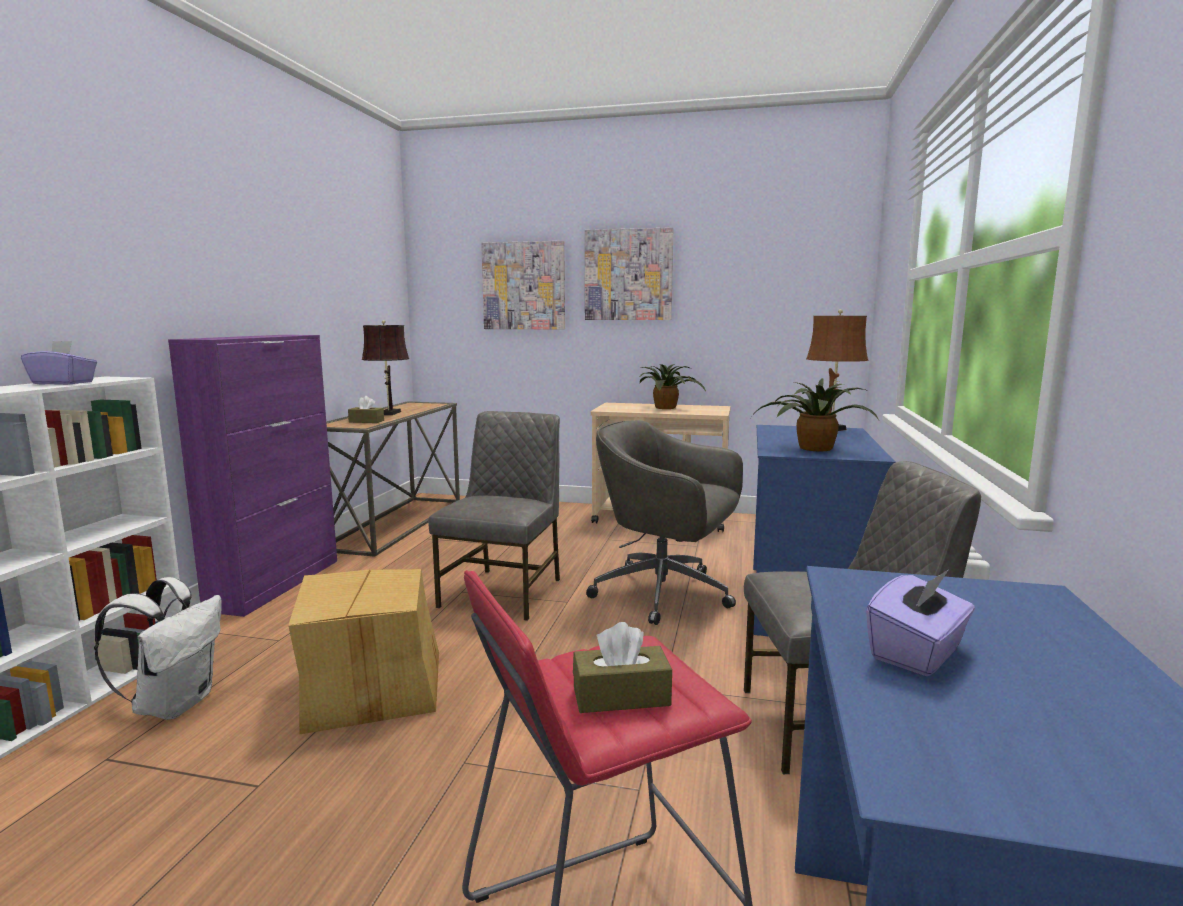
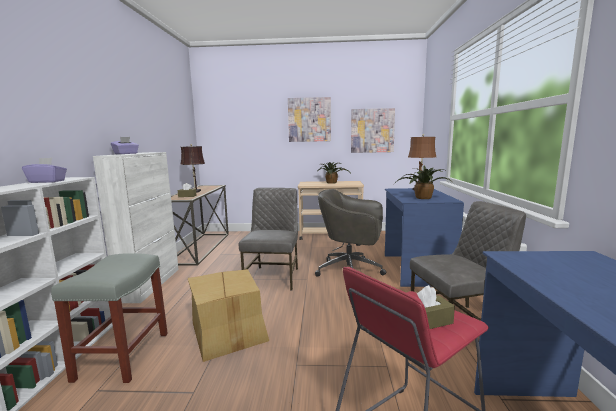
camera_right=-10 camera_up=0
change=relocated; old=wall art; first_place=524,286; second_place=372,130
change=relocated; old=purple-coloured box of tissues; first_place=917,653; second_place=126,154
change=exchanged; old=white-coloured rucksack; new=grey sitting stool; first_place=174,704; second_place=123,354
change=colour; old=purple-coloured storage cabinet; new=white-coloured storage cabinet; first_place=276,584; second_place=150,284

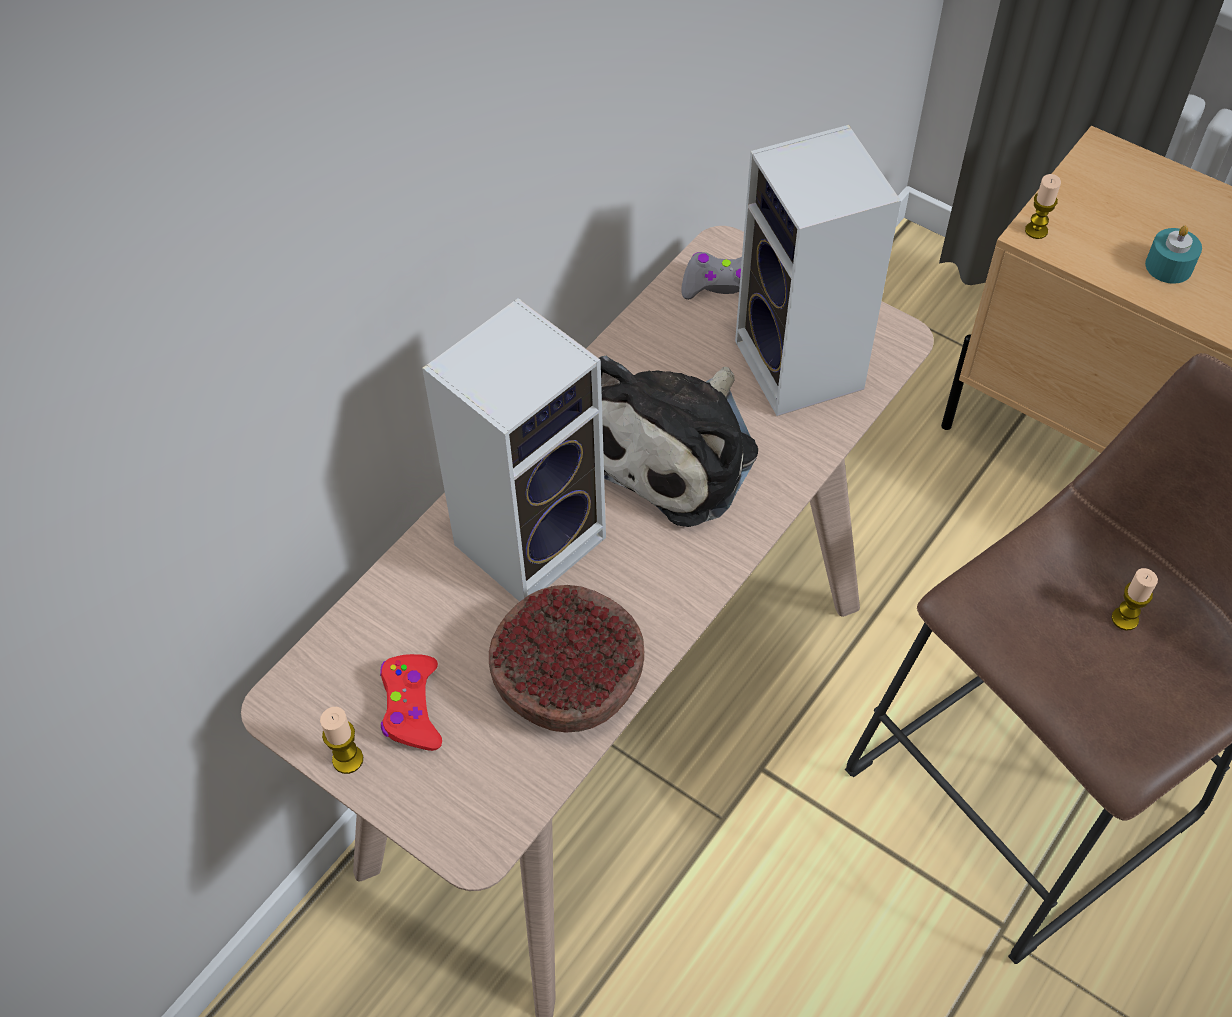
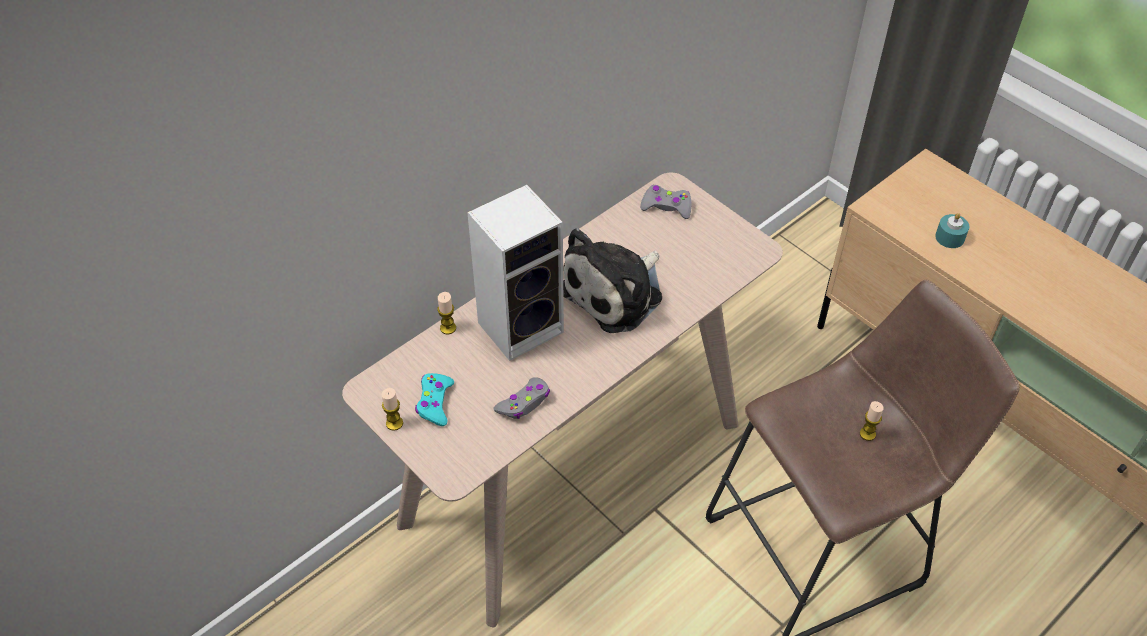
camera_right=10 camera_up=-5
change=missing; old=audio speaker; first_place=803,368
change=relocated; old=candle; first_place=1036,231; second_place=448,328
change=exchanged; old=bowl; new=grey gamepad; first_place=568,680; second_place=524,403
change=colour; old=reddish gamepad; new=blue-green gamepad; first_place=412,708; second_place=435,403

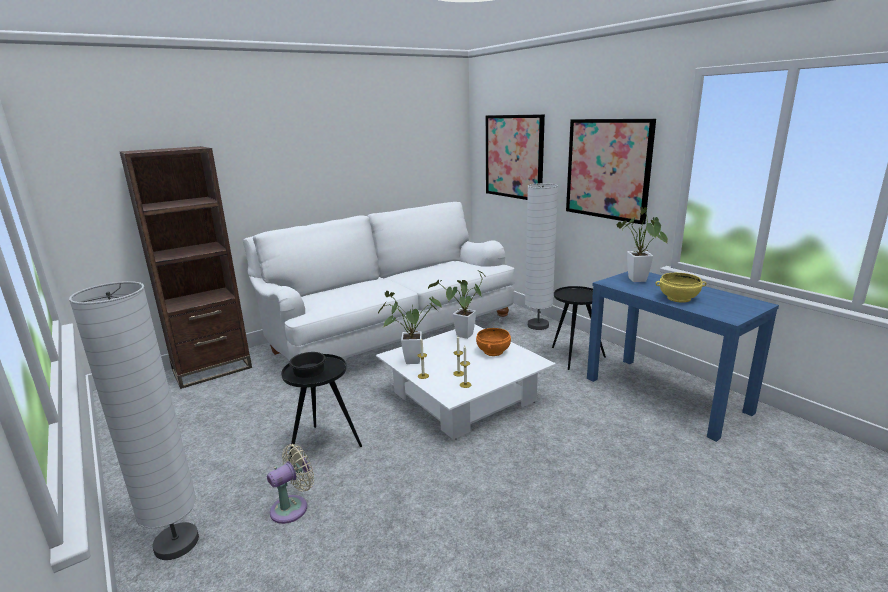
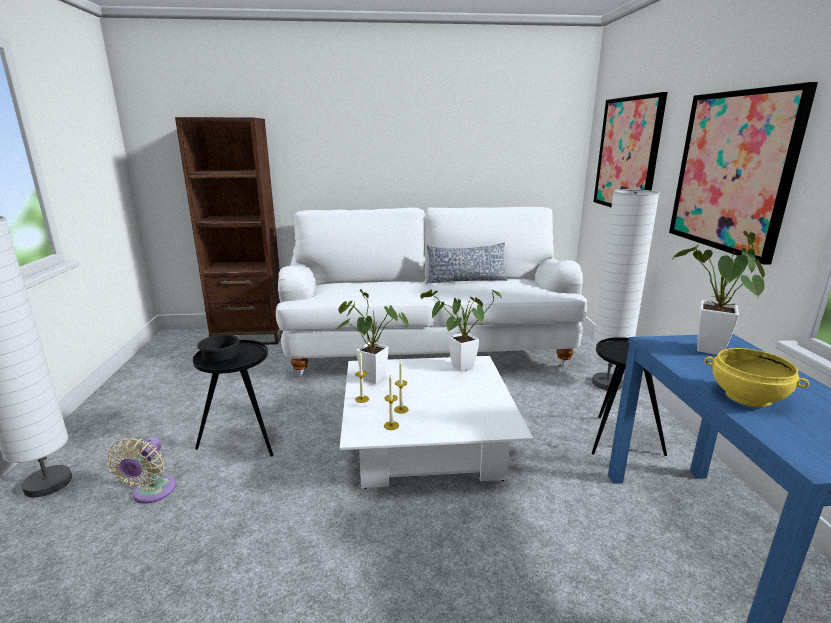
camera_right=30 camera_up=0
change=missing; old=orange-coloured bowl; first_place=493,352
change=appeared; new=cushion; second_place=466,280
change=spun; old=sand-coloured cooling fan; first_place=293,507; second_place=151,493; degrees=105

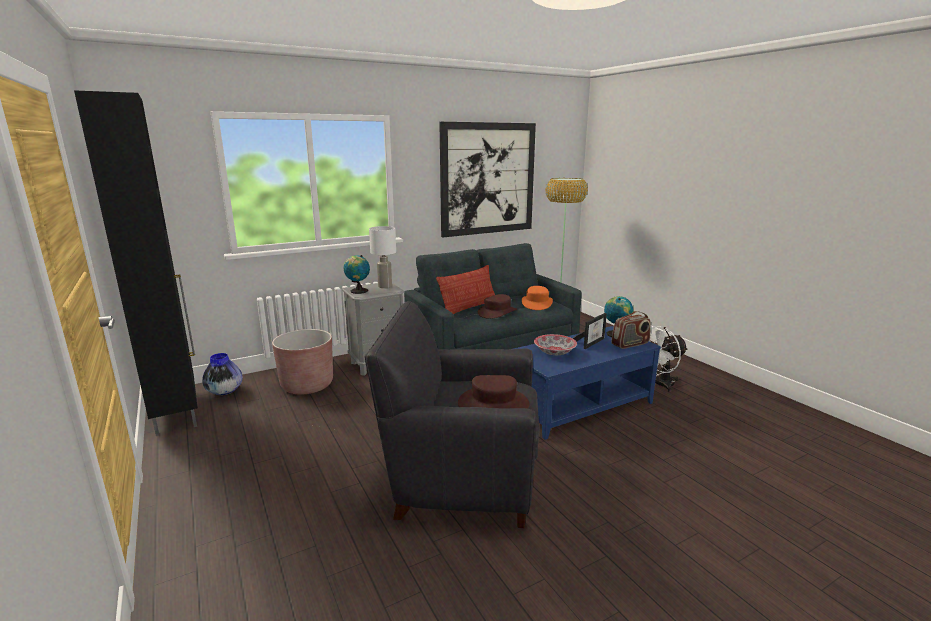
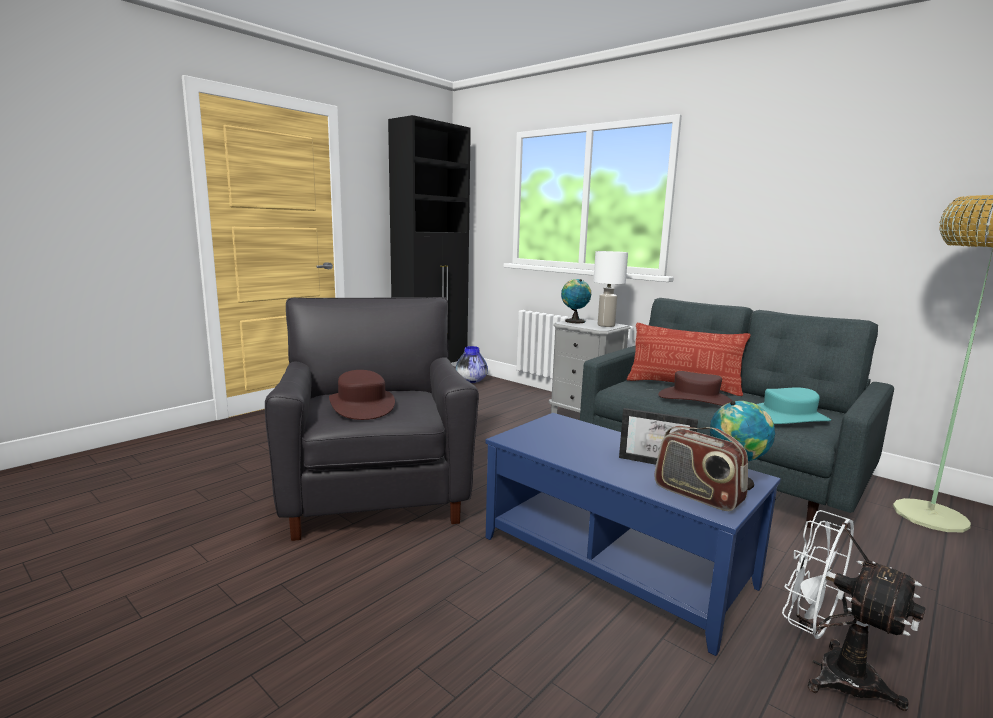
camera_right=70 camera_up=-5
change=missing; old=brown flower pot; first_place=307,385
change=missing; old=wall art; first_place=487,179
change=missing; old=bowl; first_place=554,352
change=colour; old=orange-coloured hat; new=blue-green hat; first_place=537,303; second_place=788,418

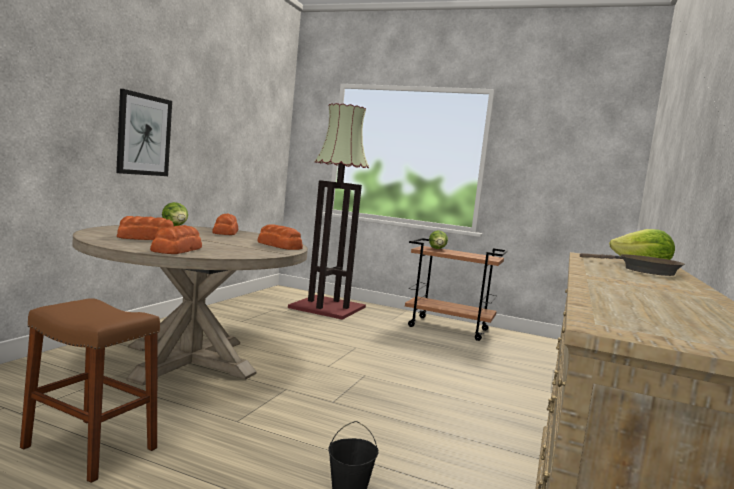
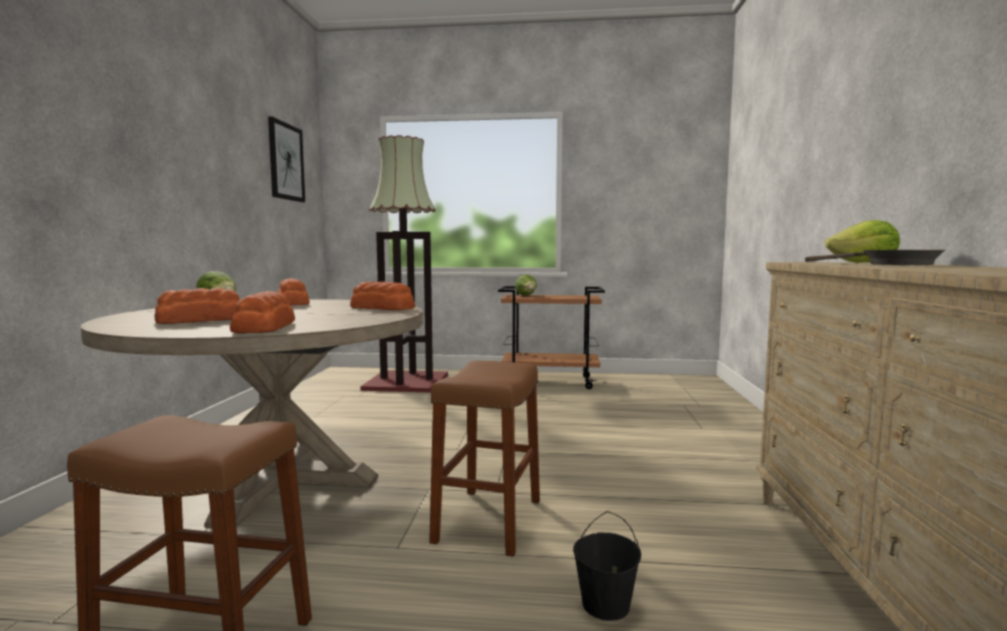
camera_right=-15 camera_up=0
change=appeared; new=brown sitting stool; second_place=488,520
change=relocated; old=wall art; first_place=144,135; second_place=286,162

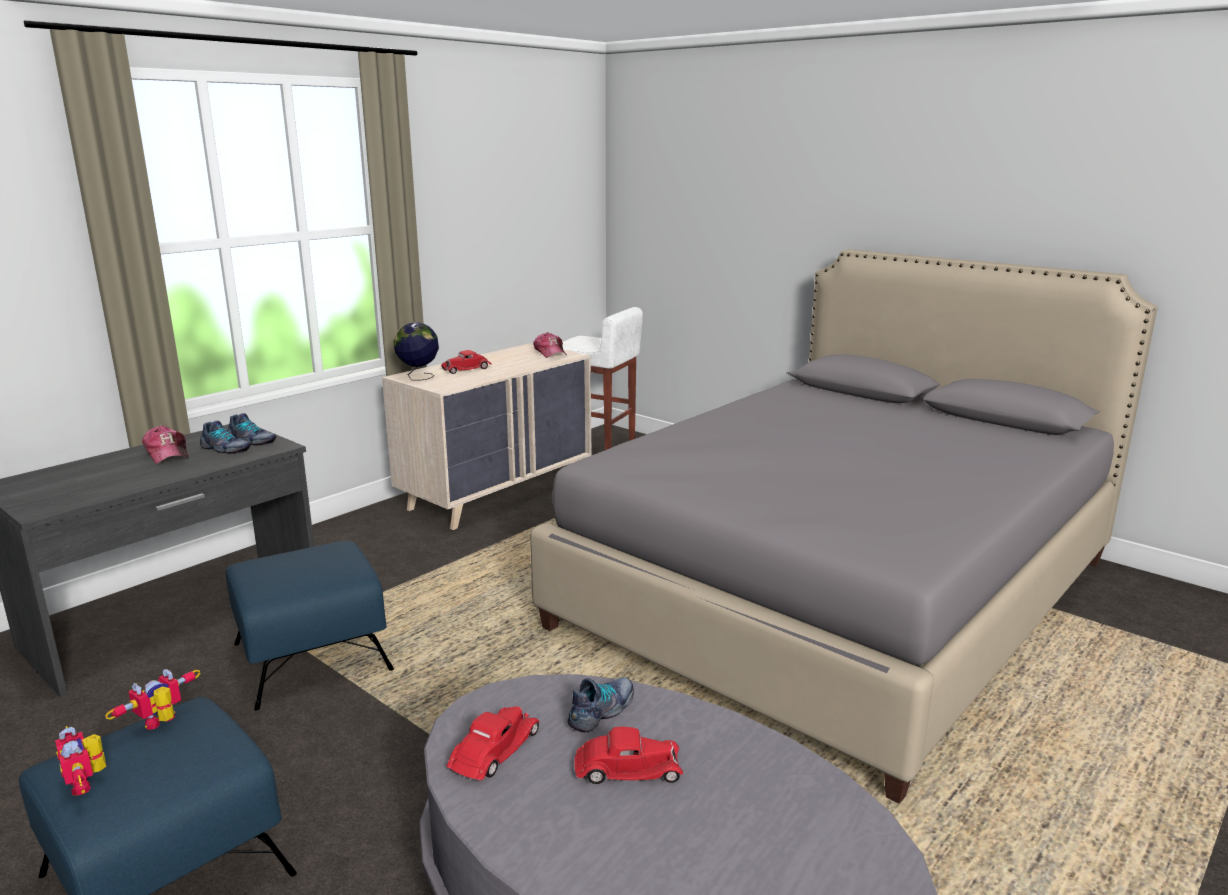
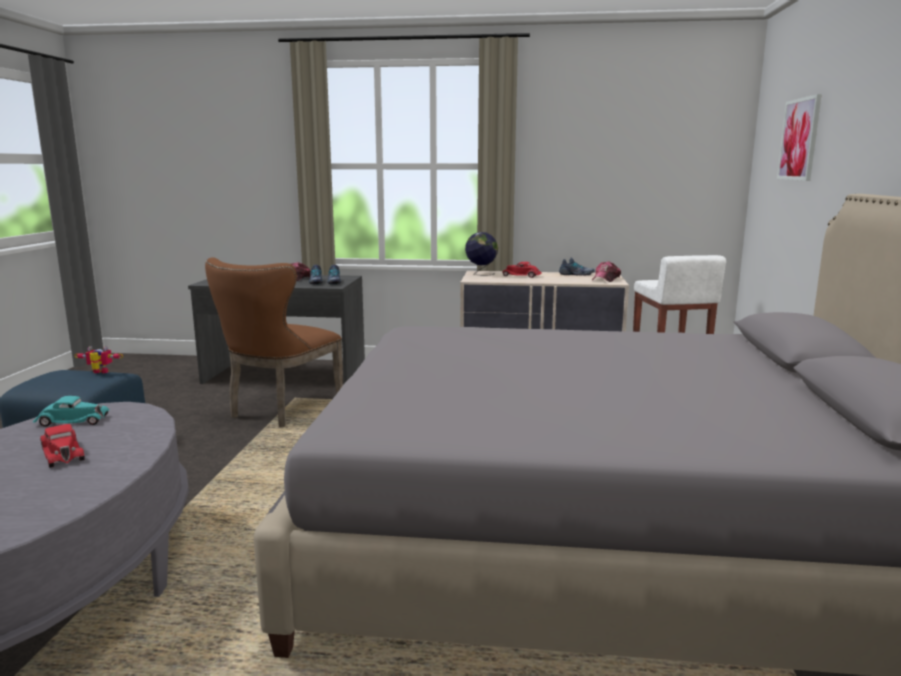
camera_right=55 camera_up=-5
change=missing; old=robot figure; first_place=87,782
change=appeared; new=wall art; second_place=799,139
change=relocated; old=item of footwear; first_place=603,711; second_place=576,274
change=exchanged; old=blue-coloured footrest; new=brown upright chair; first_place=311,657; second_place=281,410
change=colour; old=reddish toy car; new=blue-green toy car; first_place=494,751; second_place=72,421

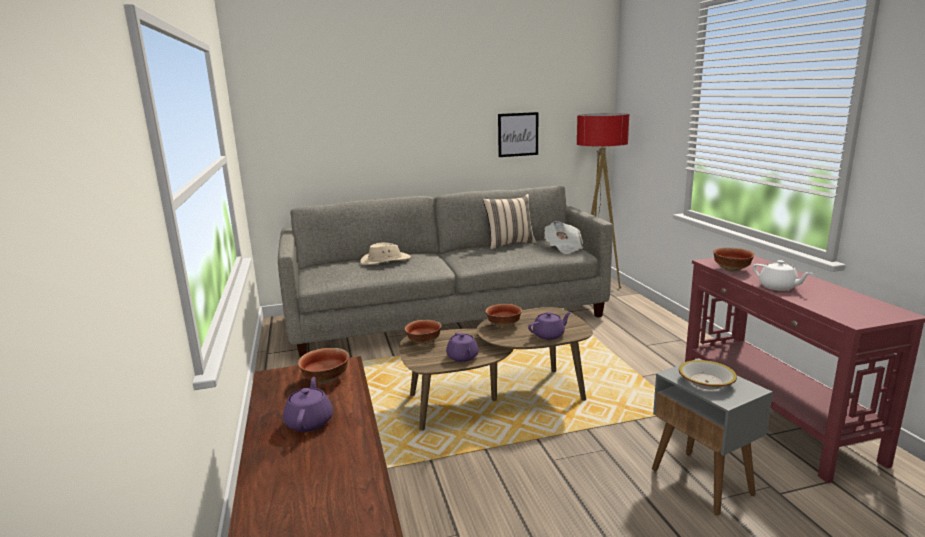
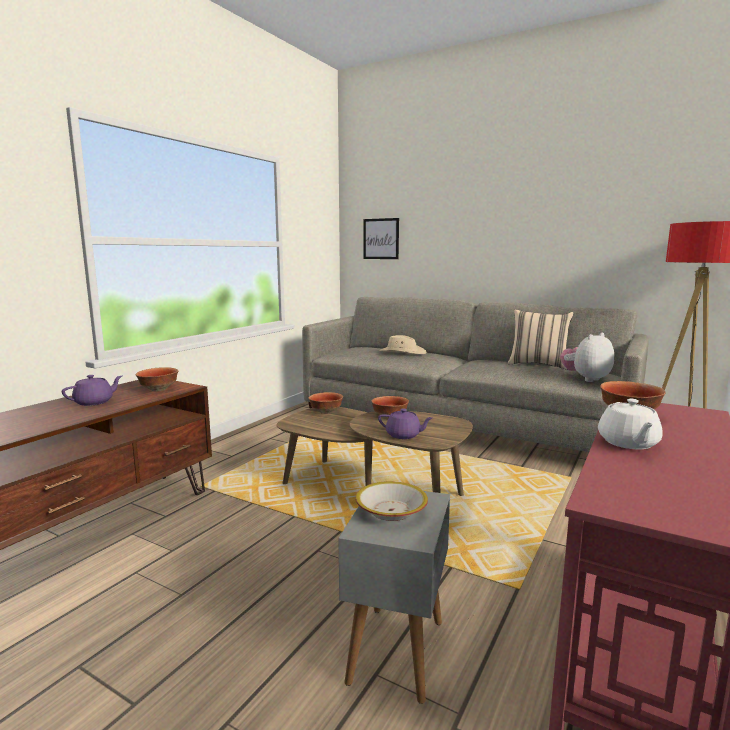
camera_right=45 camera_up=-5
change=missing; old=purple-coloured tea pot; first_place=462,357
change=relocated; old=wall art; first_place=518,134; second_place=381,239
change=exchanged; old=newspaper; new=plush toy; first_place=563,248; second_place=585,379

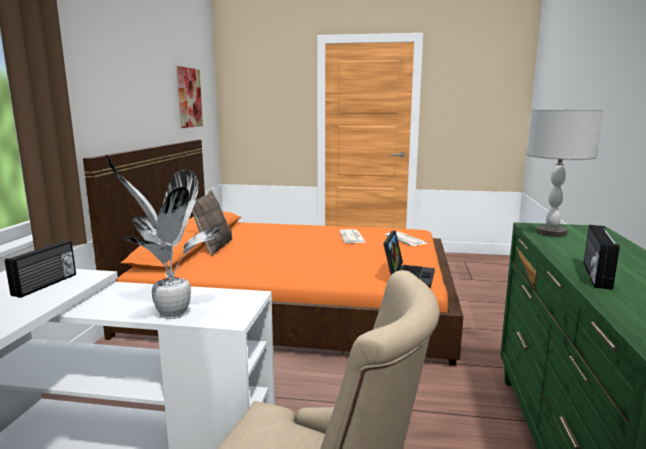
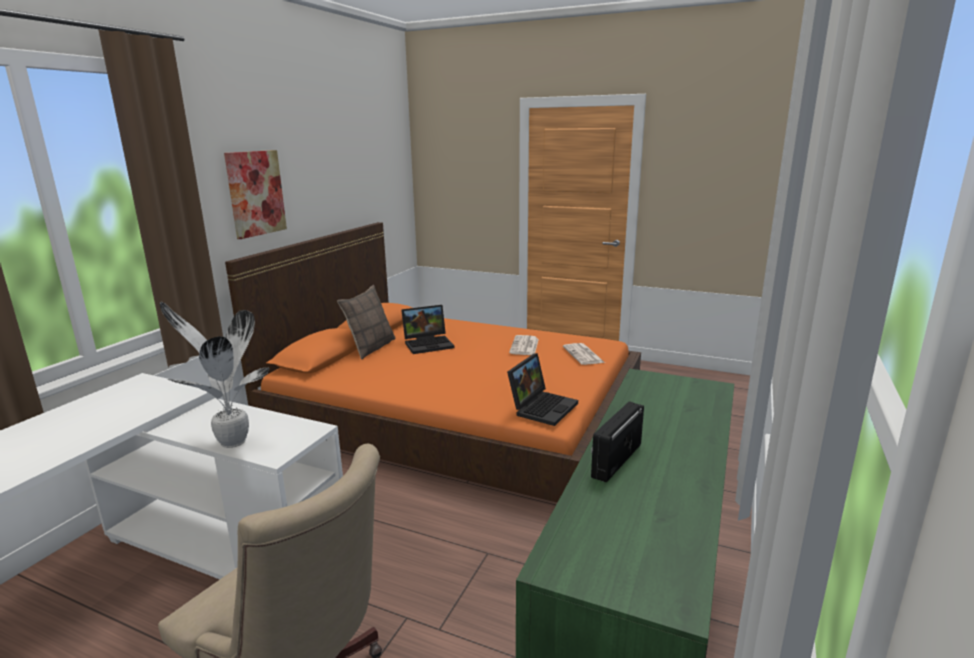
camera_right=15 camera_up=5
change=missing; old=radio set; first_place=46,285
change=missing; old=grey table lamp; first_place=552,233
change=appeared; new=laptop; second_place=429,344
change=relocated; old=wall art; first_place=189,97; second_place=255,193

